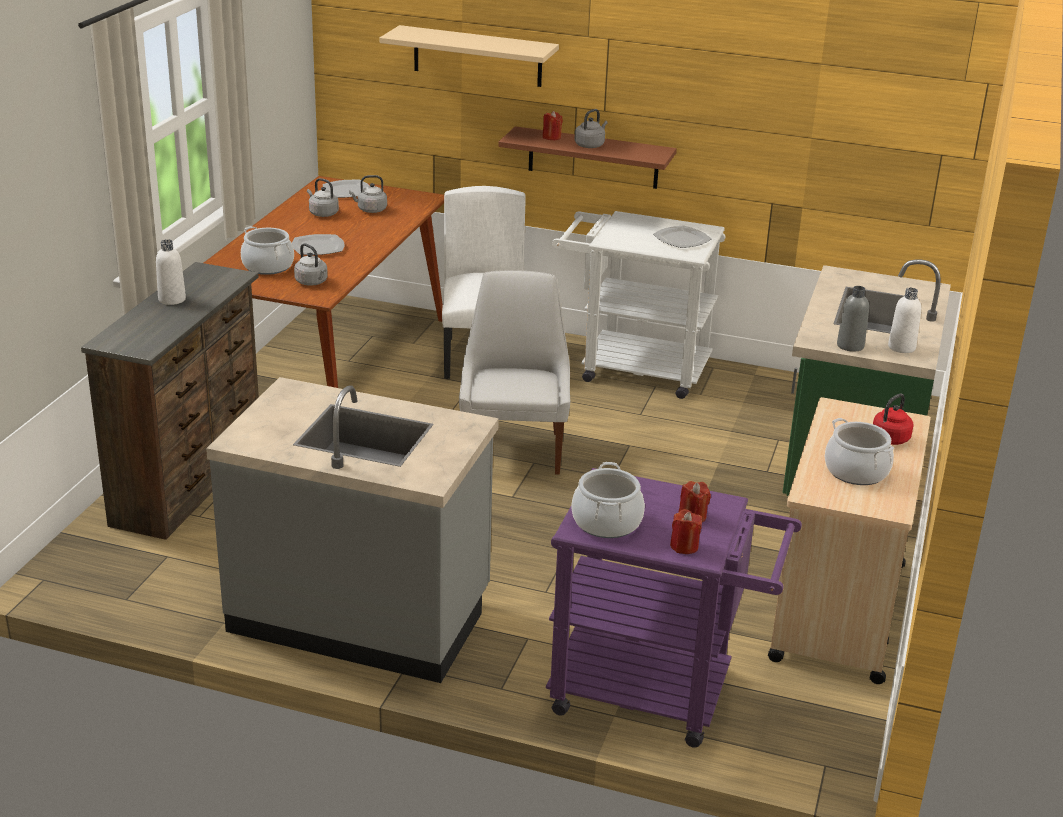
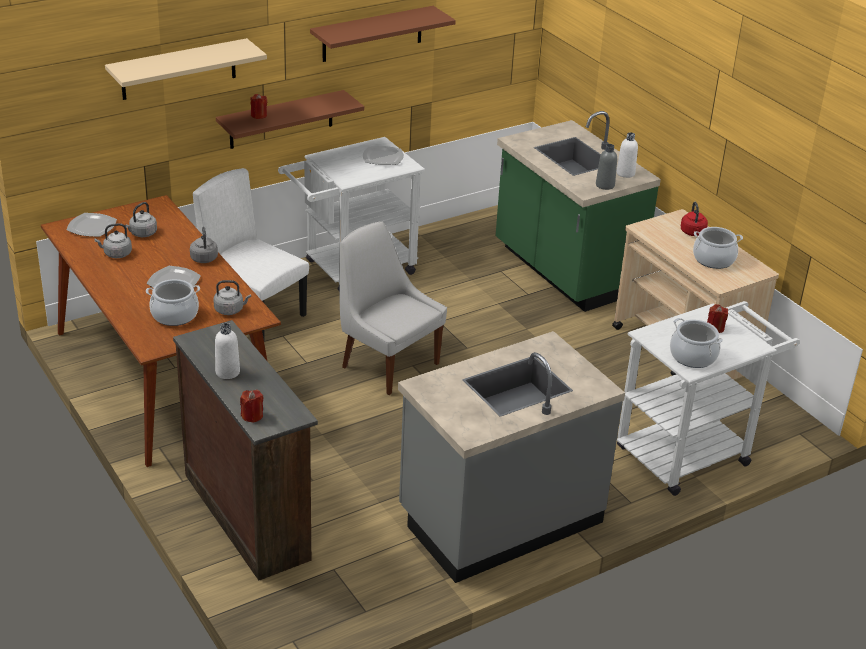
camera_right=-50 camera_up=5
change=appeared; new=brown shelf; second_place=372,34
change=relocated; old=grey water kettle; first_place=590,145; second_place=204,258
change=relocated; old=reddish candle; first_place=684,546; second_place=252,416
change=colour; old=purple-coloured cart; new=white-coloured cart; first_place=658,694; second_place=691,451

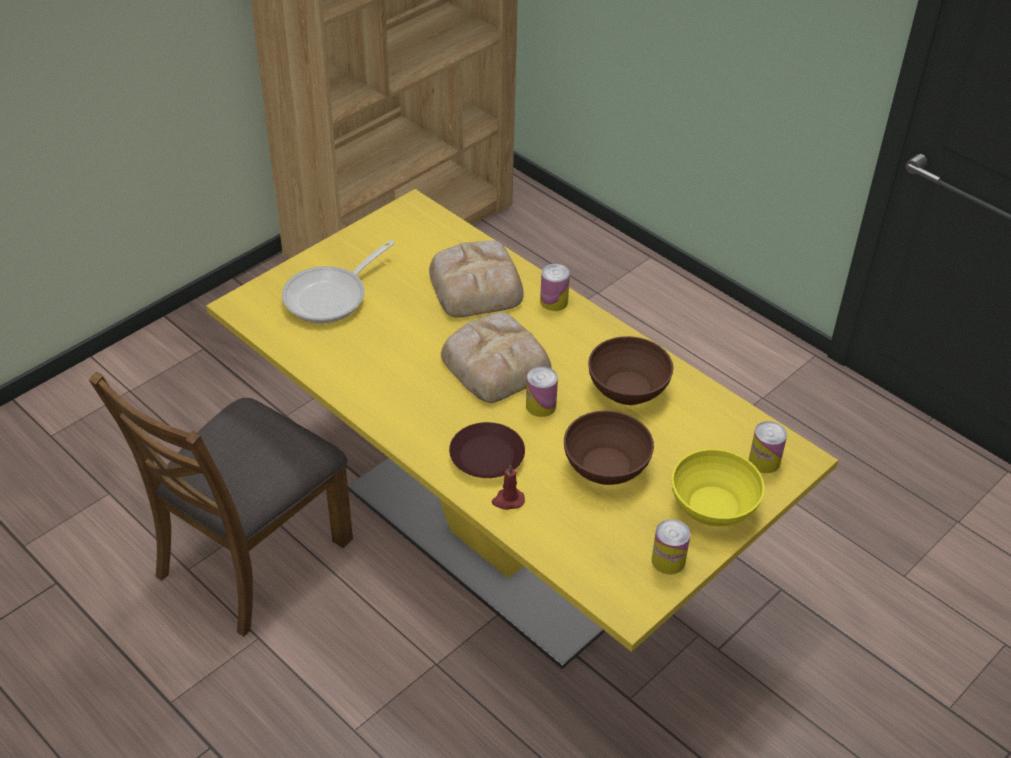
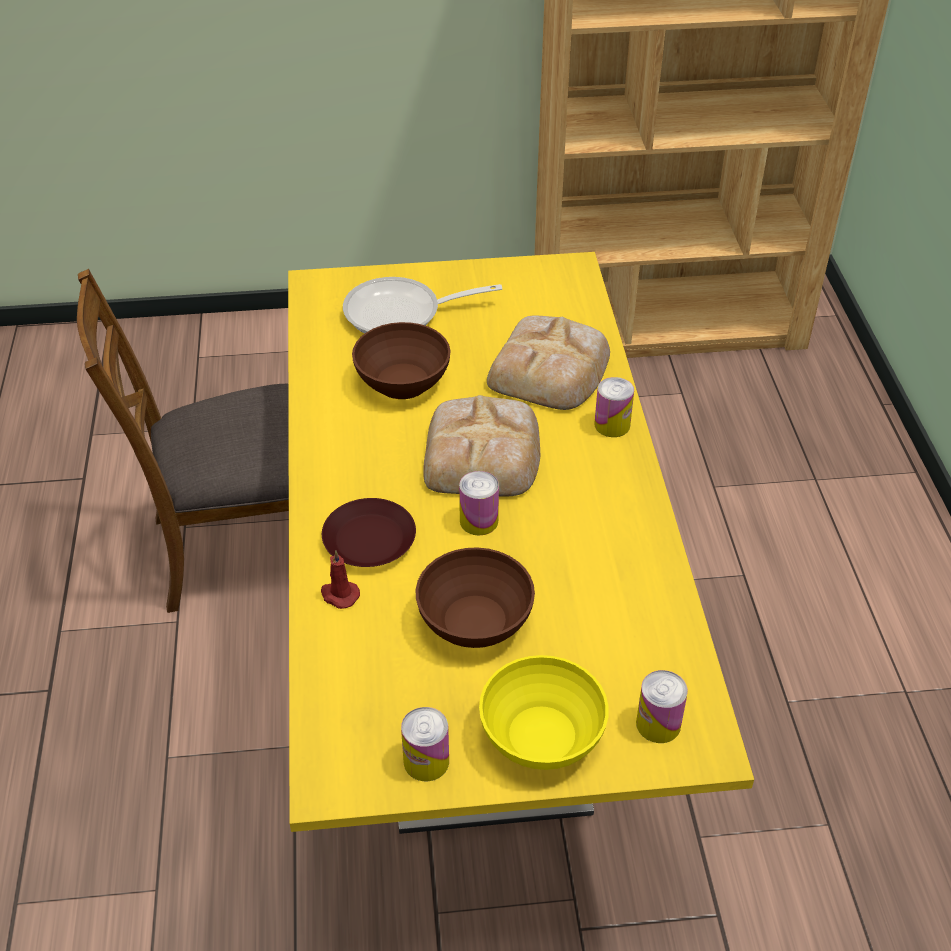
camera_right=40 camera_up=0
change=relocated; old=brown bowl; first_place=627,388; second_place=402,381

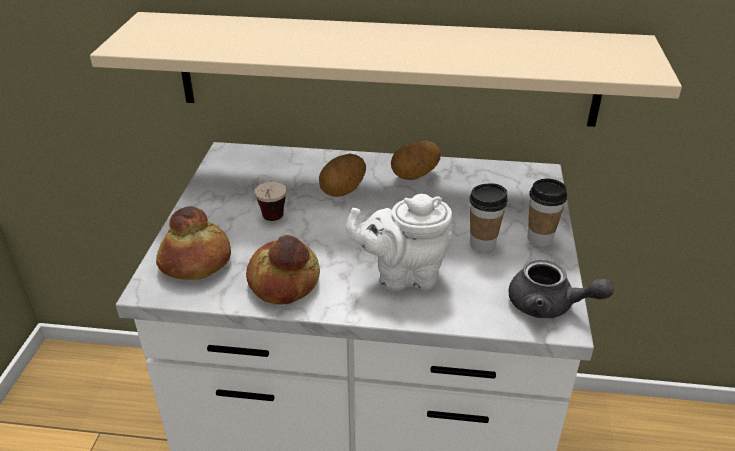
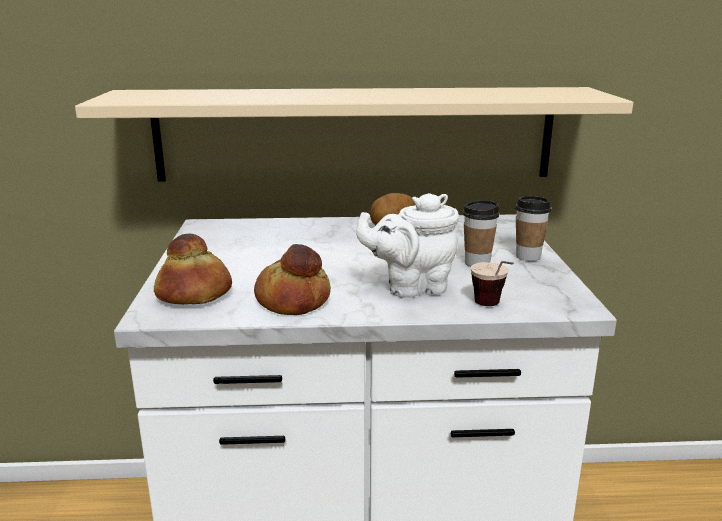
camera_right=-10 camera_up=-15
change=missing; old=whole potato; first_place=343,191
change=missing; old=grey tea pot; first_place=549,306
change=relocated; old=cup; first_place=272,223; second_place=492,308

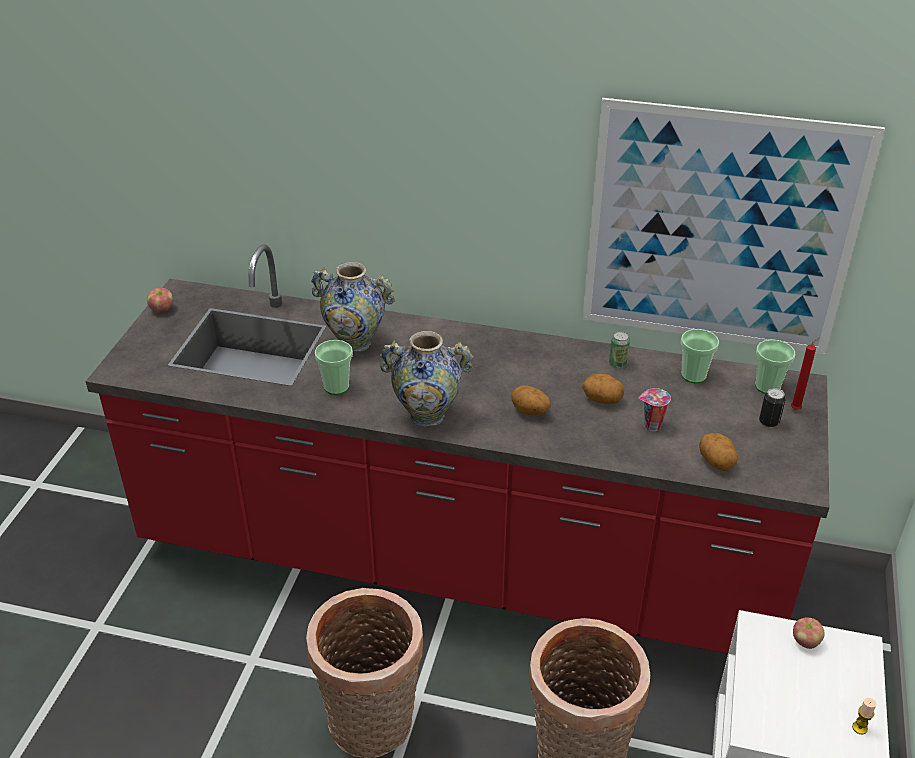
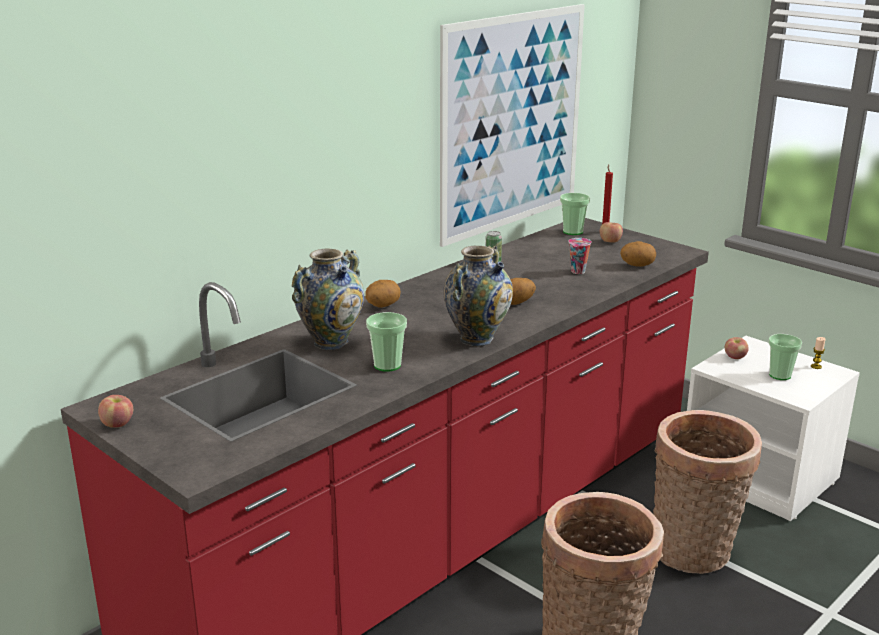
camera_right=-60 camera_up=-15
change=relocated; old=whole potato; first_place=602,400; second_place=382,306
change=relocated; old=cup; first_place=693,375; second_place=780,375
change=exchanged; old=metal can; new=apple; first_place=769,422; second_place=610,241

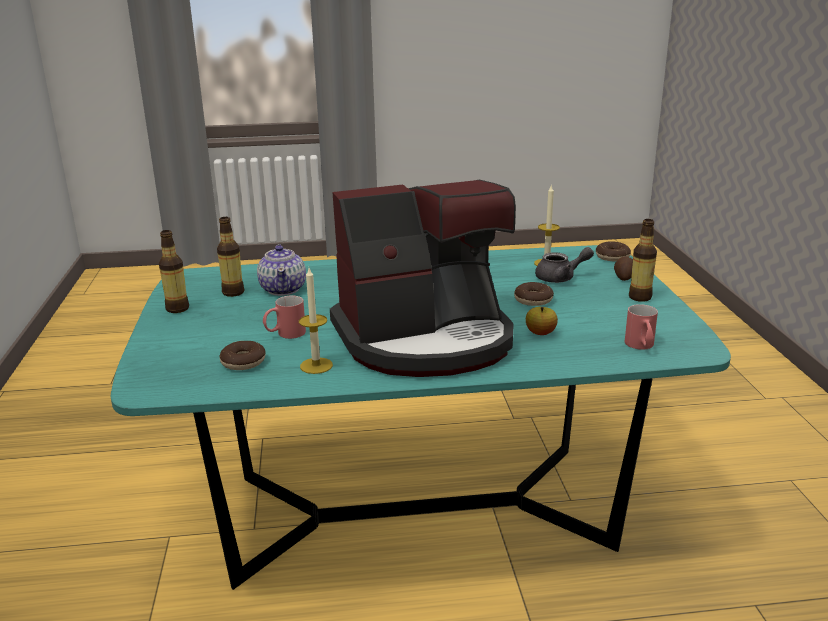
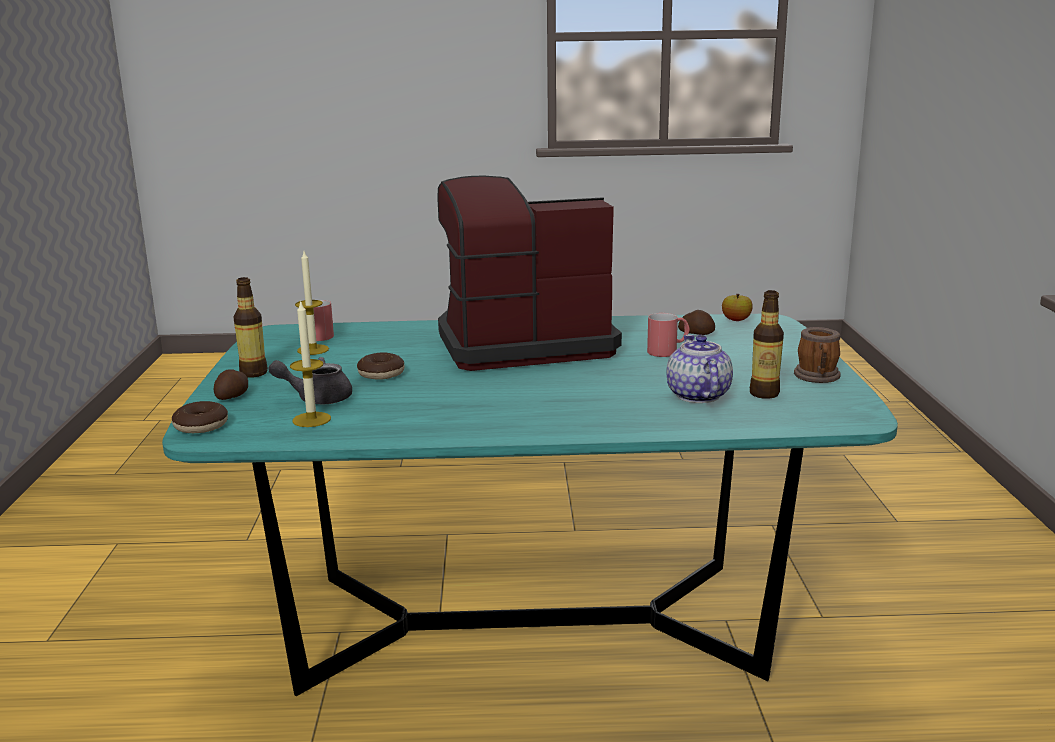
camera_right=-175 camera_up=-5
change=relocated; old=candle; first_place=316,365; second_place=313,350
change=relocated; old=apple; first_place=540,333; second_place=736,320
change=exchanged; old=beverage bottle; new=mug; first_place=177,309; second_place=817,377
change=exchanged; old=ring doughnut; new=whole potato; first_place=243,362; second_place=696,333

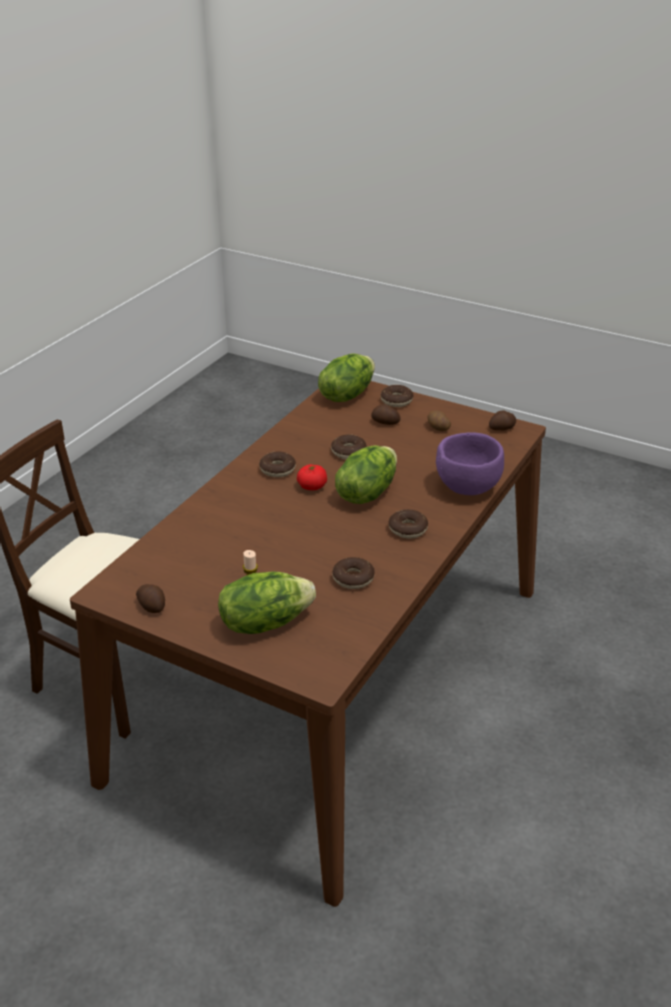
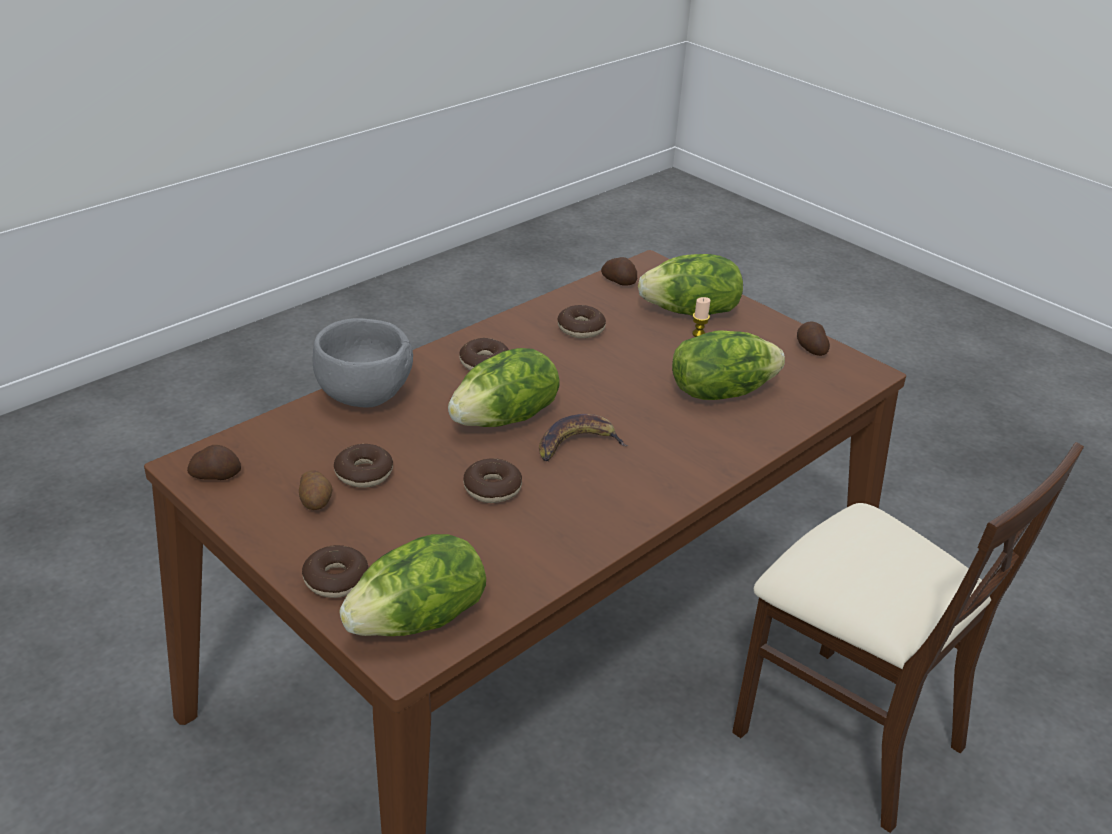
camera_right=-165 camera_up=0
change=appeared; new=lettuce head; second_place=720,391
change=relocated; old=ring doughnut; first_place=277,469; second_place=364,473
change=relocated; old=whole potato; first_place=385,422; second_place=619,281
change=exchanged; old=fresh tomato; new=whole banana; first_place=312,486; second_place=577,444
change=colour; old=purple-coloured bowl; new=grey bowl; first_place=467,487; second_place=364,397

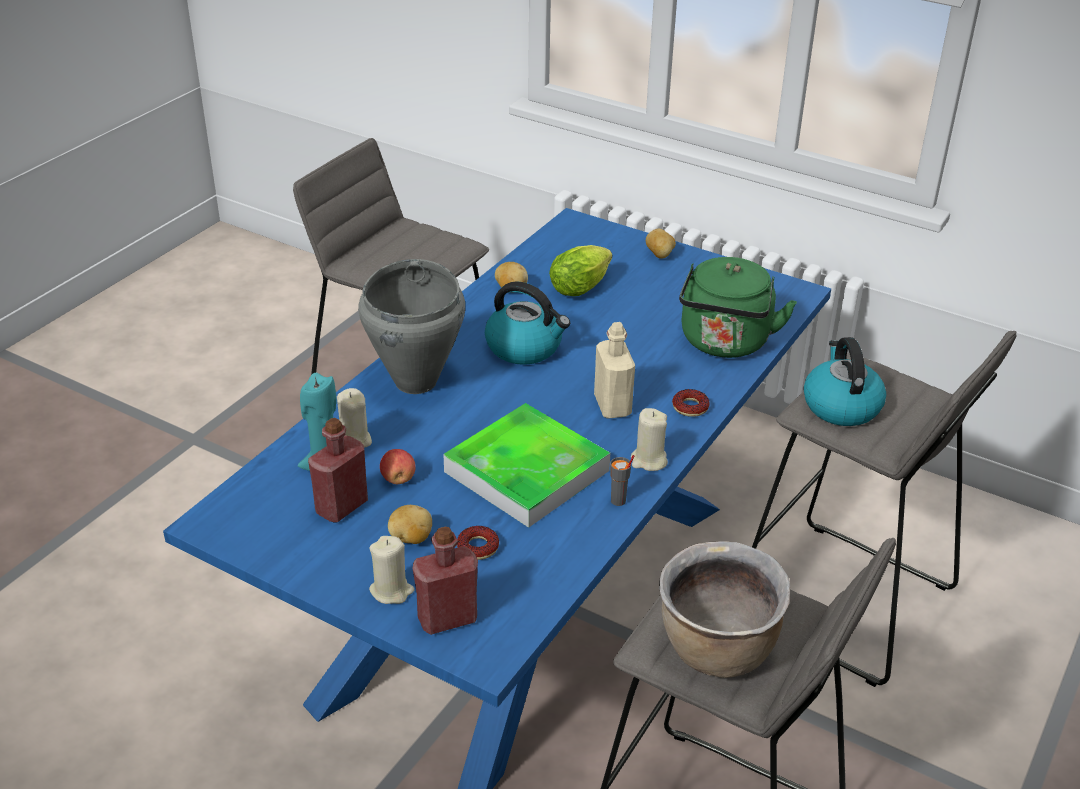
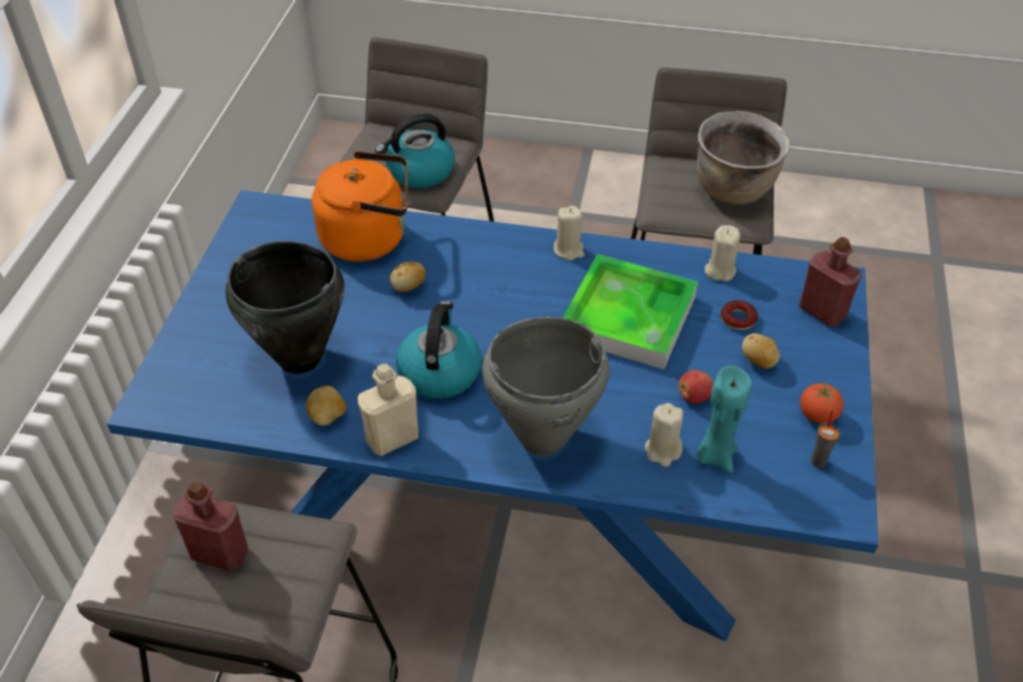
camera_right=-110 camera_up=10
change=missing; old=ring doughnut; first_place=690,407
change=appeared; new=fresh tomato; second_place=817,415
change=relocated; old=reddish beverage bottle; first_place=341,507; second_place=220,553
change=relocated; old=sand-coloured candle; first_place=391,591; second_place=719,270
change=relocated; old=sand-coloured beverage bottle; first_place=612,406; second_place=392,438
change=relocated; old=grey cup; first_place=618,501; second_place=818,461
change=relocated; old=whole potato; first_place=660,255; second_place=408,287
change=exchanged; old=lettuce head; new=black stockpot; first_place=582,286; second_place=300,359
change=colour; old=green-coloured water kettle; new=orange-coloured water kettle; first_place=724,343; second_place=369,238

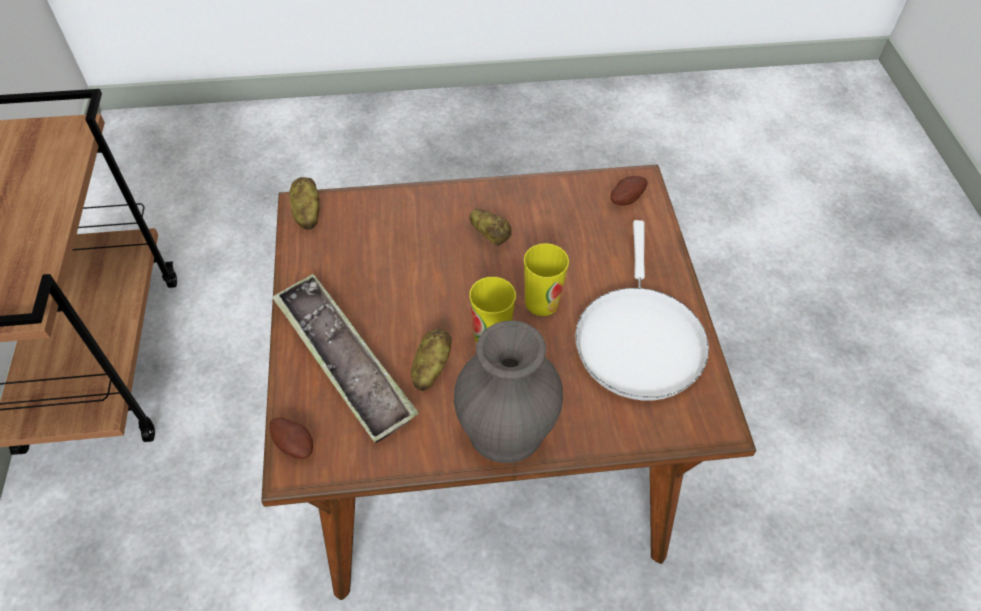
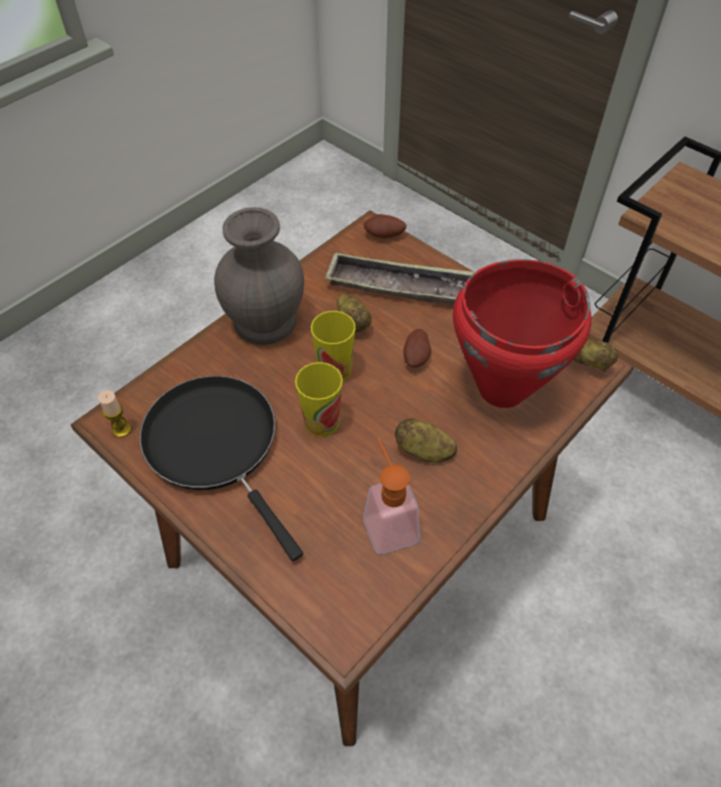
camera_right=140 camera_up=0
change=appeared; new=candle; second_place=122,429
change=appeared; new=soap bottle; second_place=387,521
change=appeared; new=reddish stockpot; second_place=501,388
change=relocated; old=whole potato; first_place=625,198; second_place=416,357
change=colour; old=white-coloured frying pan; new=black frying pan; first_place=638,339; second_place=216,445

